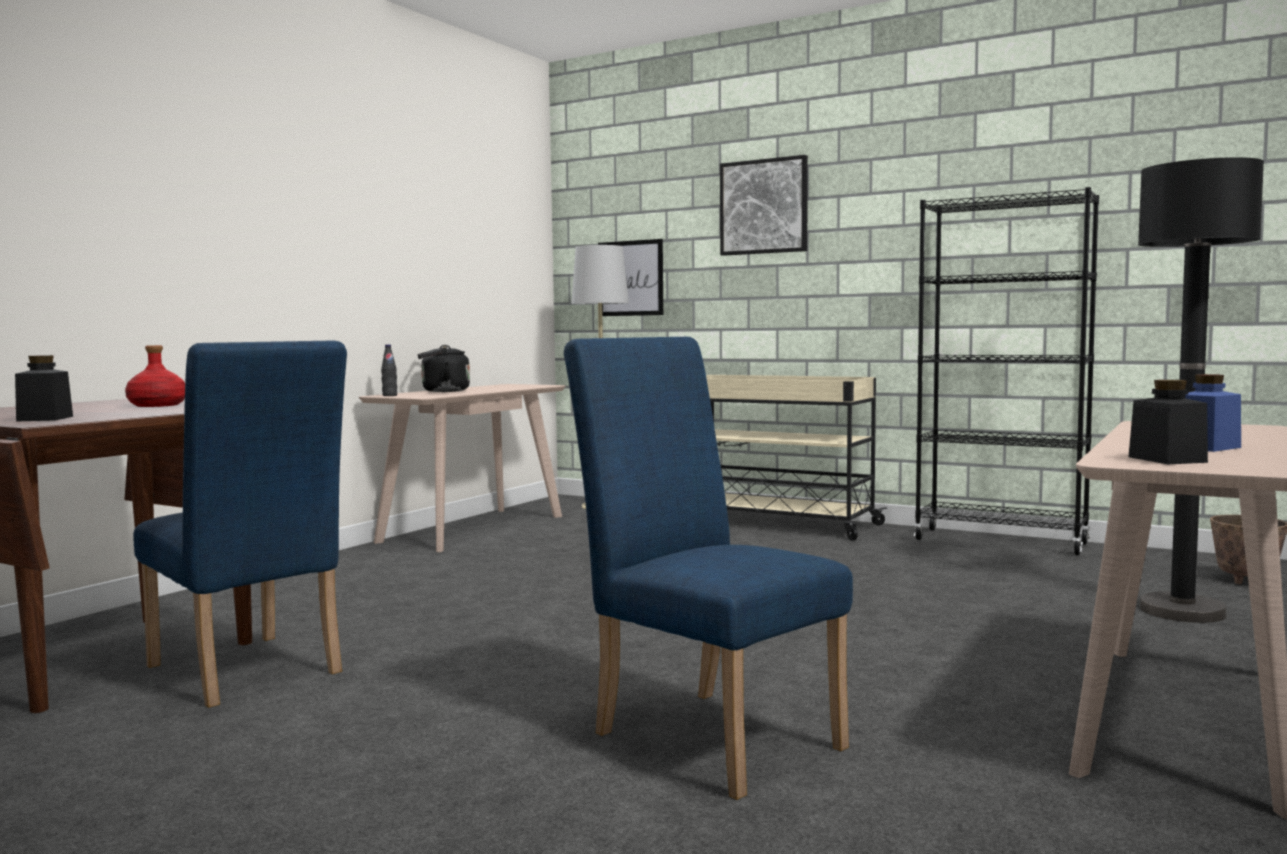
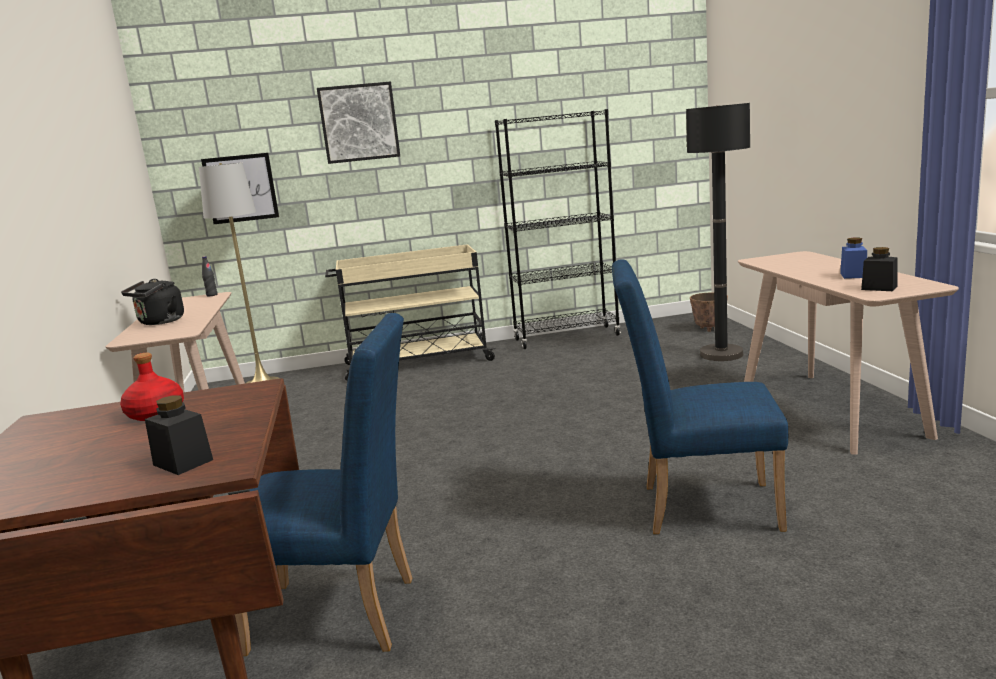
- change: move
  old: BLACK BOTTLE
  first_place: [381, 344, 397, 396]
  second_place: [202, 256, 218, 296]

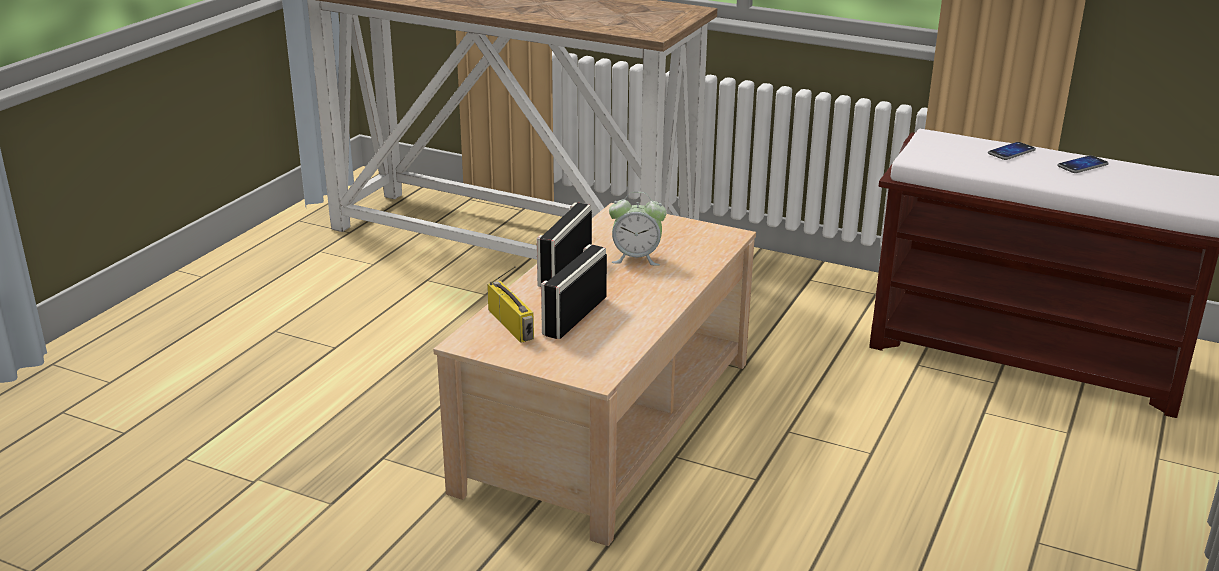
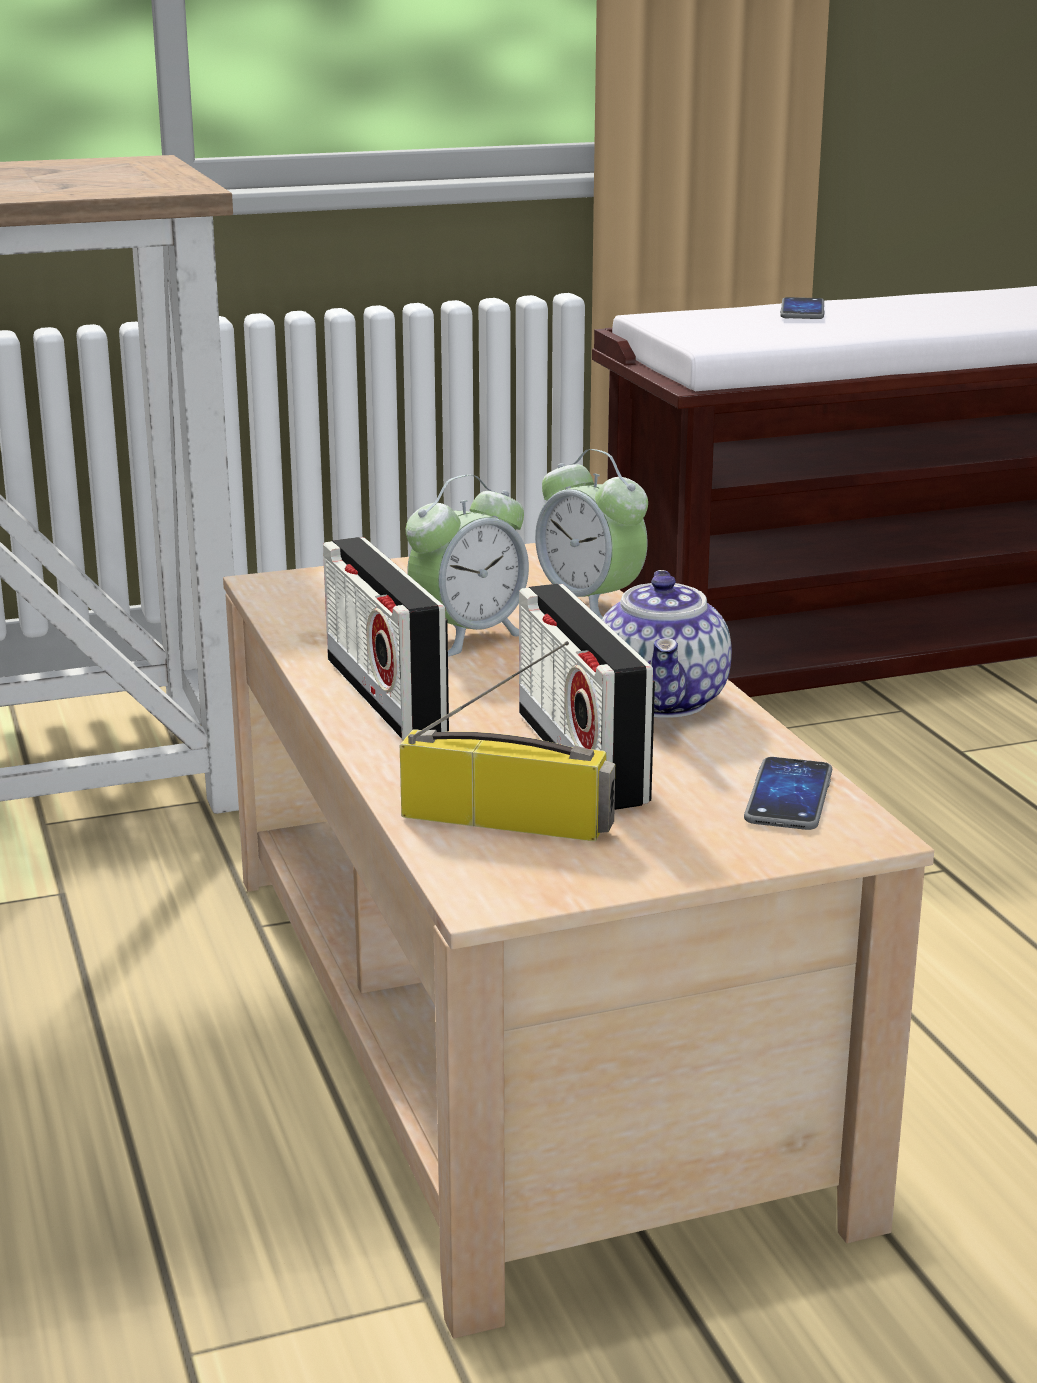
- change: insert
  new: ALARM CLOCK
  second_place: [535, 449, 648, 619]
- change: insert
  new: TEAPOT
  second_place: [602, 570, 732, 718]
- change: move
  old: PHONE
  first_place: [1057, 155, 1109, 173]
  second_place: [744, 757, 832, 830]

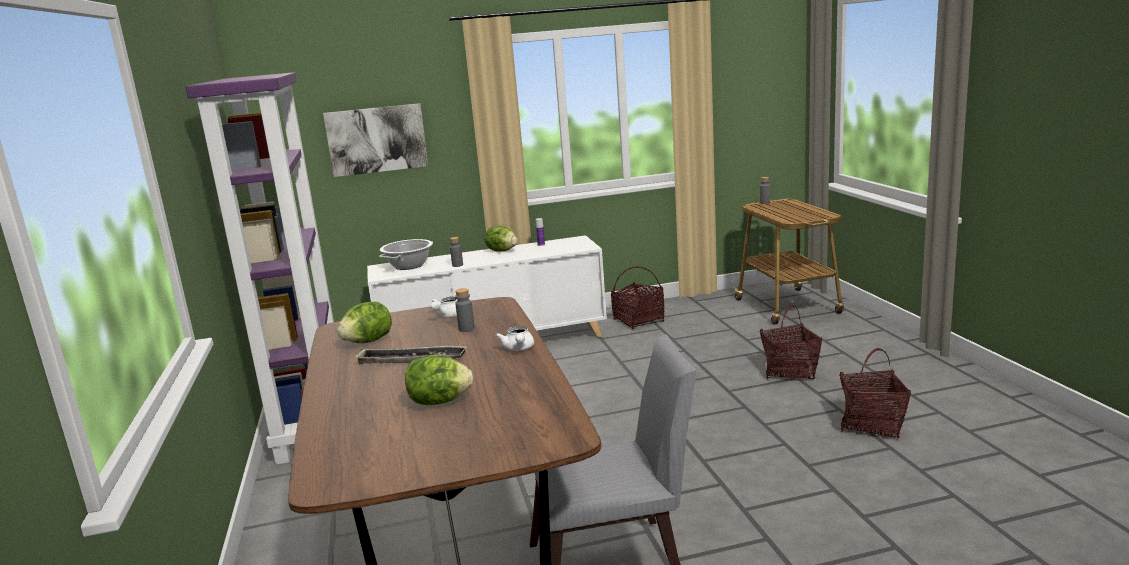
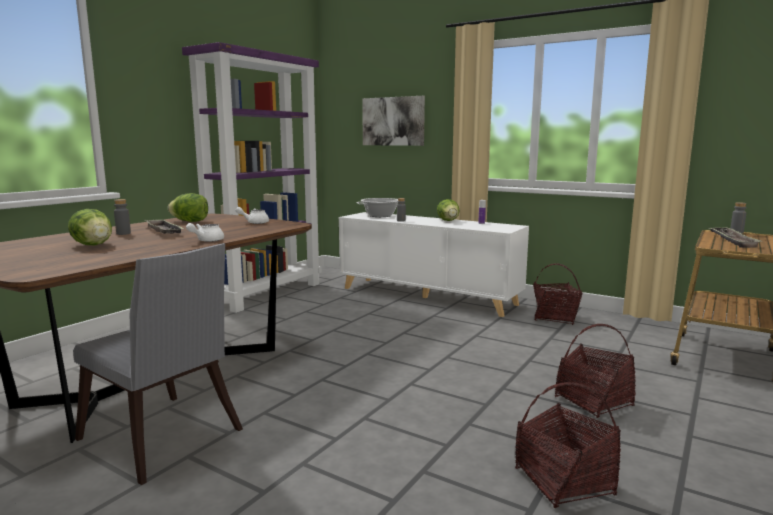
- change: insert
  new: TRAY
  second_place: [710, 227, 763, 248]
- change: move
  old: GREY BOTTLE
  first_place: [455, 288, 475, 332]
  second_place: [114, 199, 131, 235]

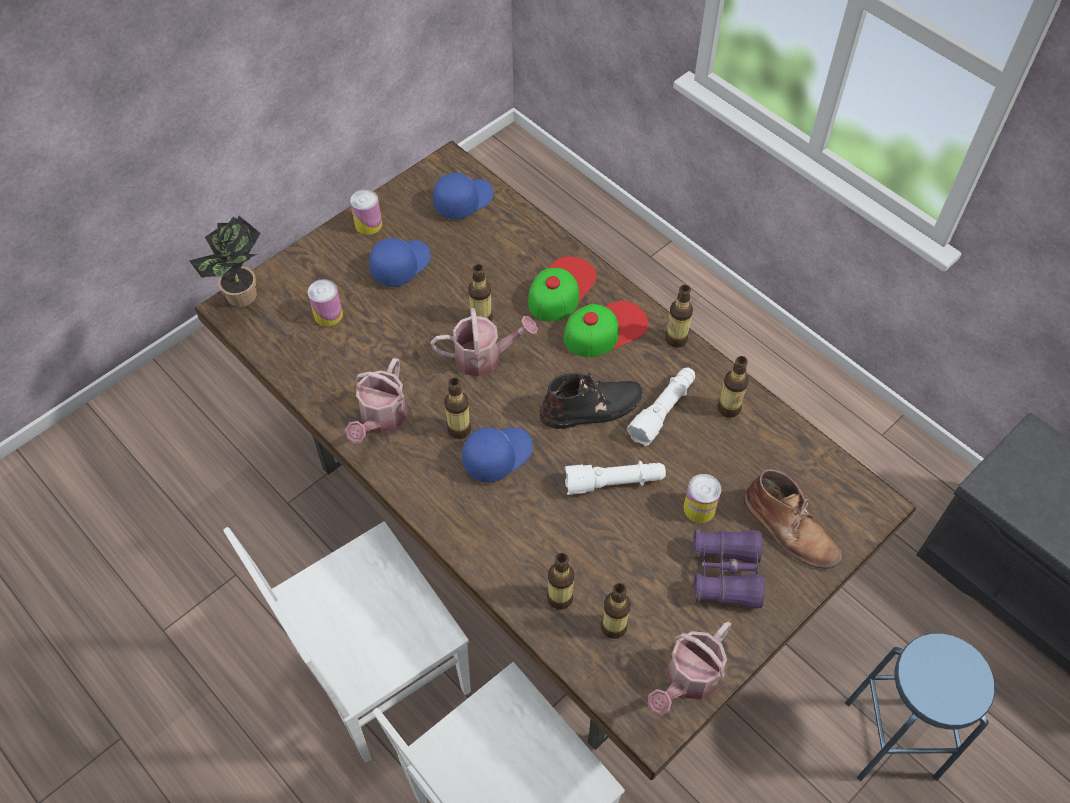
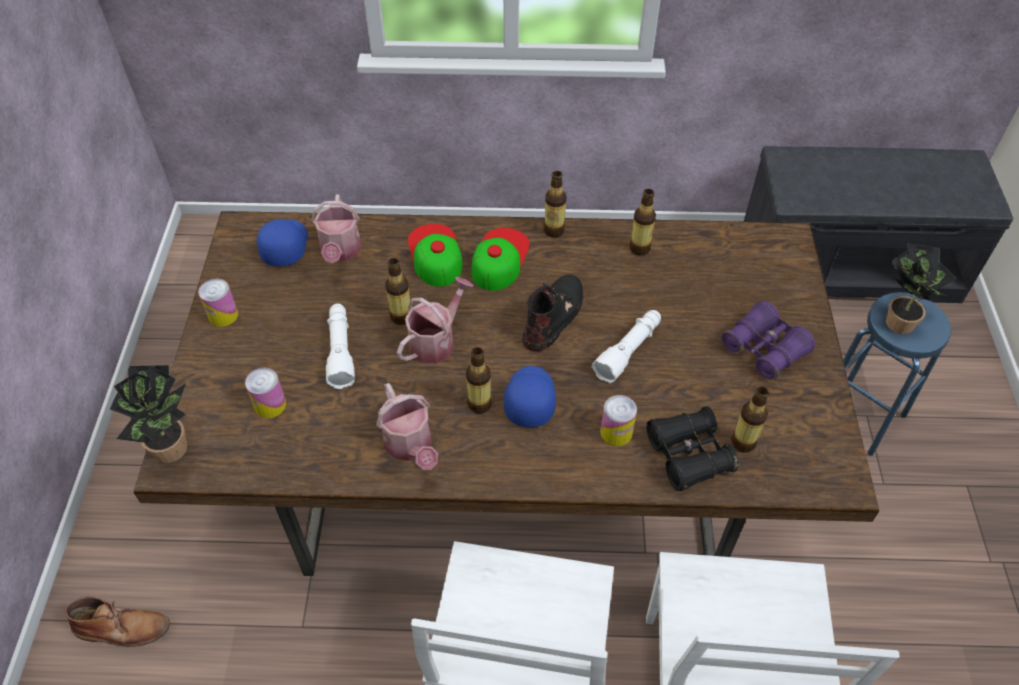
- change: delete
  old: BLUE CAP
  first_place: [369, 238, 431, 287]
- change: insert
  new: POTTED PLANT
  second_place: [886, 243, 956, 334]
- change: move
  old: WHITE FLASHLIGHT
  first_place: [627, 368, 695, 446]
  second_place: [326, 304, 355, 389]
- change: move
  old: WATERING CAN
  first_place: [648, 621, 731, 715]
  second_place: [311, 195, 362, 263]
- change: move
  old: CAN
  first_place: [683, 474, 721, 523]
  second_place: [600, 395, 637, 446]
- change: move
  old: BROWN BOOT
  first_place: [743, 469, 842, 569]
  second_place: [65, 596, 170, 647]
- change: replace
  old: BOTTLE
  new: BLACK BINOCULARS
  first_place: [547, 553, 574, 610]
  second_place: [646, 406, 739, 491]

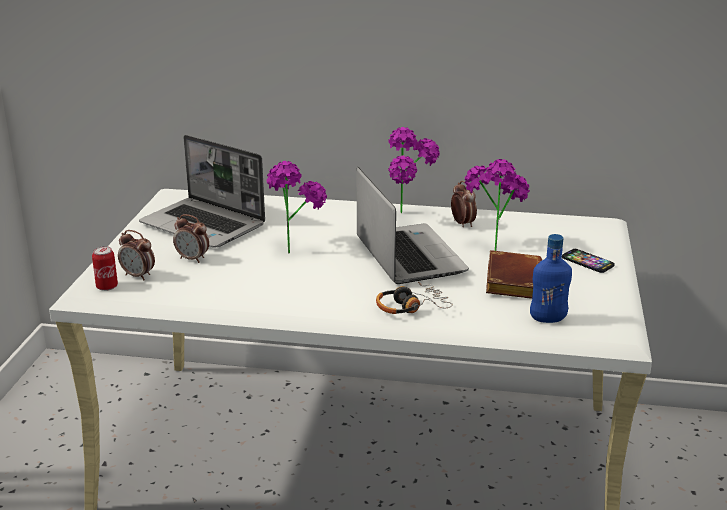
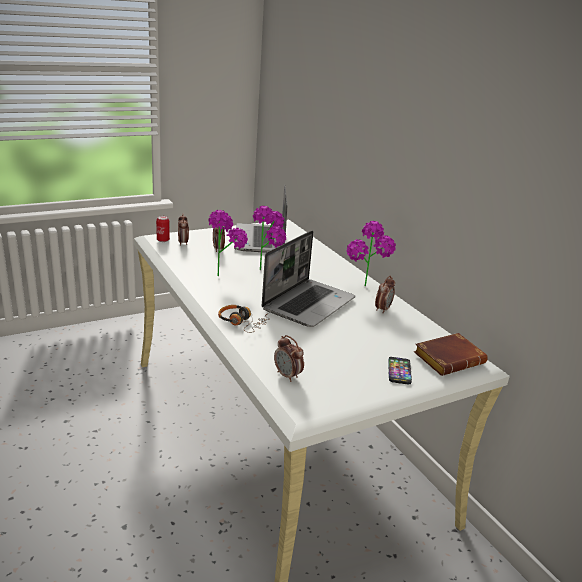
- change: move
  old: POTTED PLANT
  first_place: [465, 159, 530, 251]
  second_place: [208, 210, 248, 276]
- change: move
  old: BROWN BOOK
  first_place: [486, 250, 542, 299]
  second_place: [414, 333, 488, 376]
- change: replace
  old: BLUE BOTTLE
  new: ALARM CLOCK
  first_place: [530, 234, 572, 323]
  second_place: [274, 335, 304, 382]

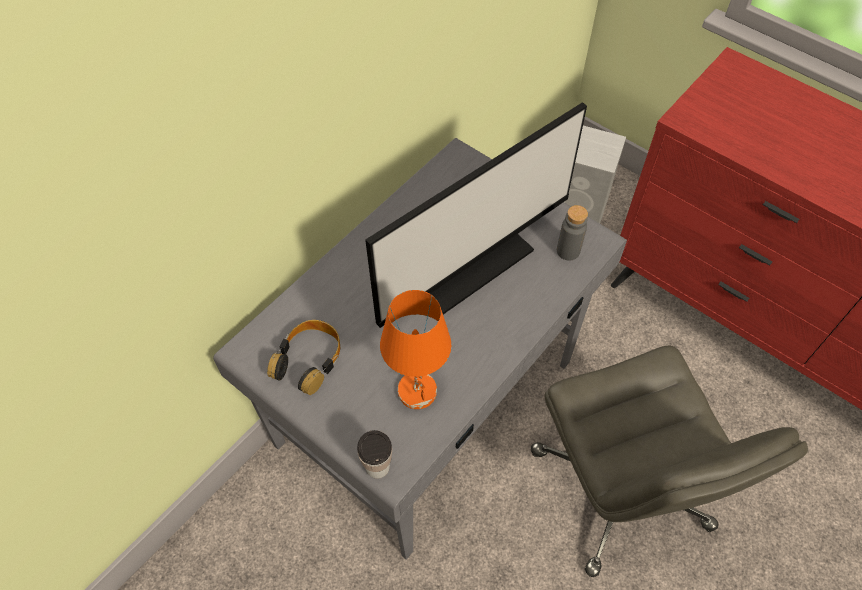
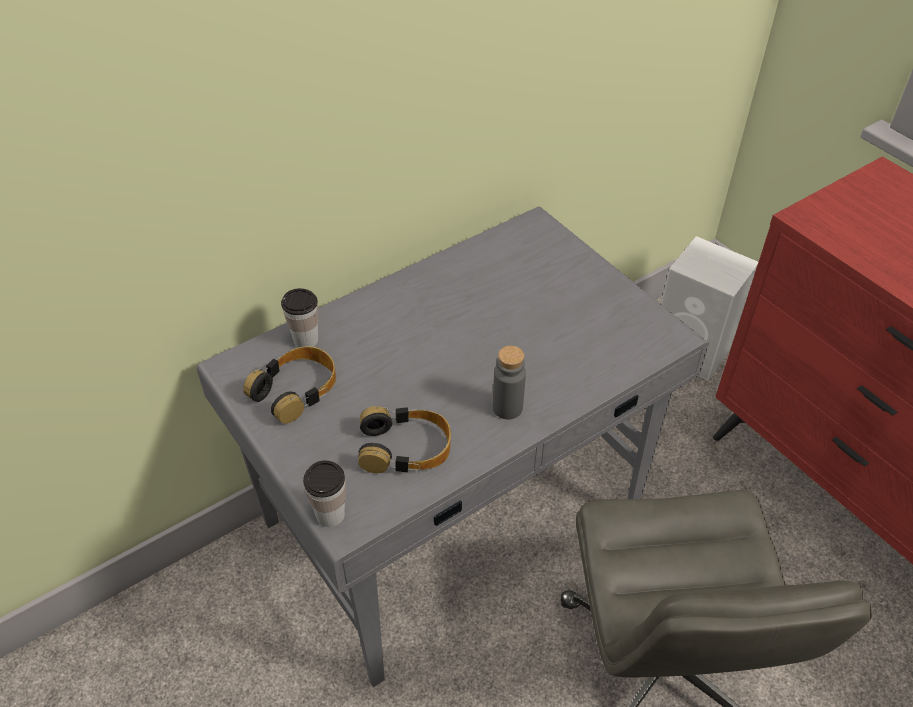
- change: delete
  old: MONITOR
  first_place: [365, 102, 587, 328]
- change: insert
  new: CUP
  second_place: [281, 288, 319, 348]
- change: move
  old: GREY BOTTLE
  first_place: [557, 205, 588, 261]
  second_place: [493, 346, 526, 419]
- change: replace
  old: ORANGE TABLE LAMP
  new: HEADPHONES
  first_place: [380, 290, 451, 409]
  second_place: [358, 406, 451, 473]

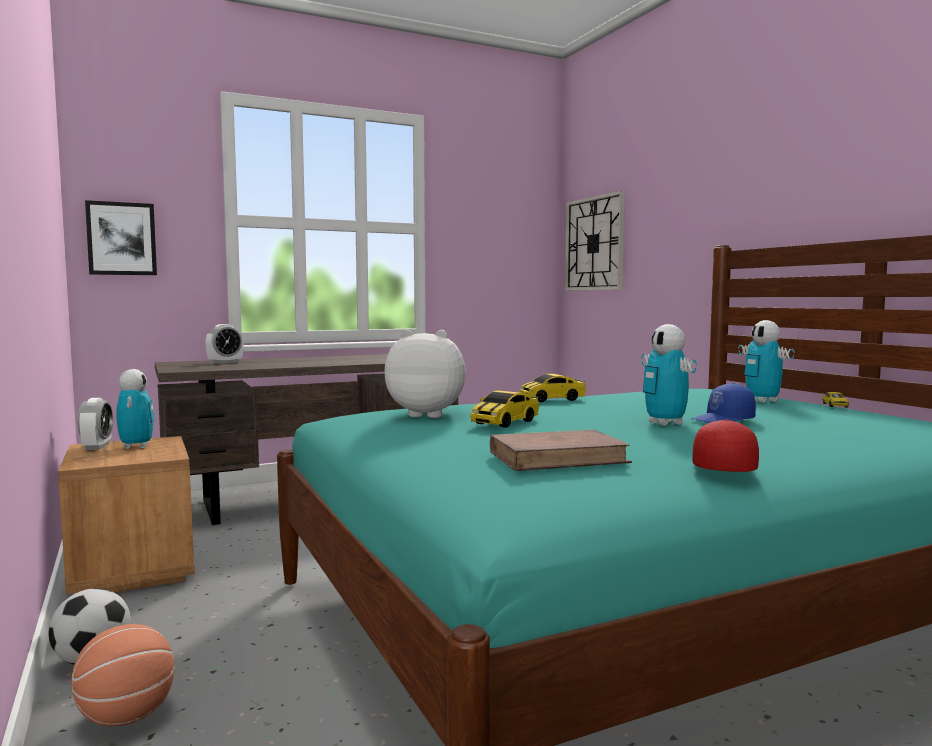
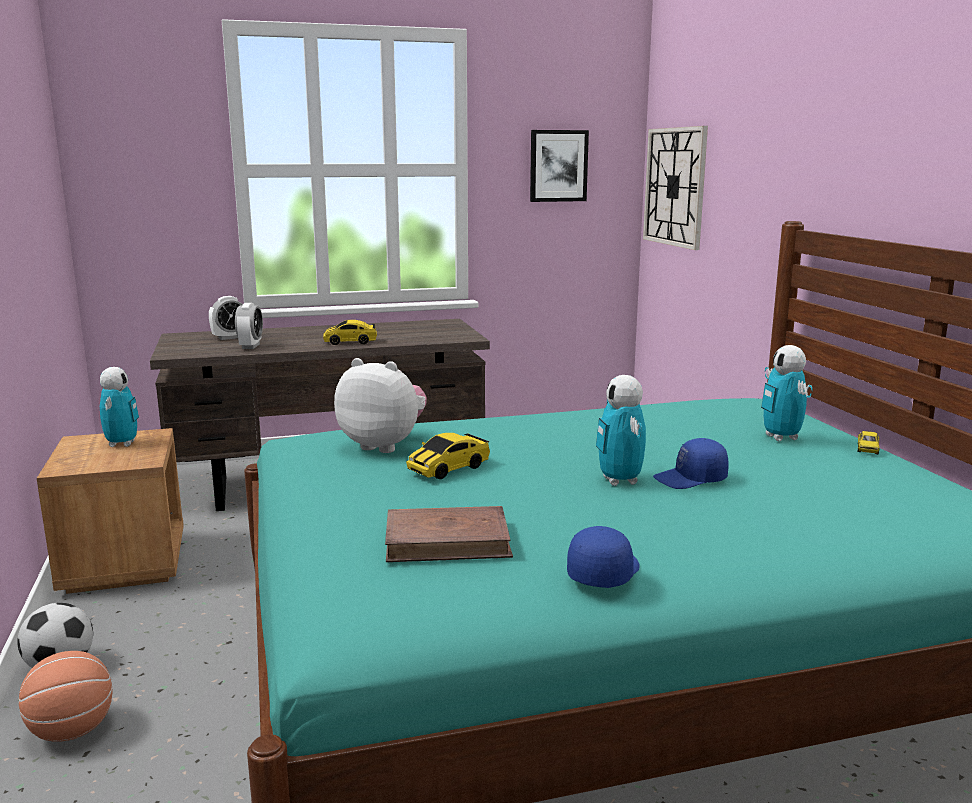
- change: move
  old: ALARM CLOCK
  first_place: [77, 398, 113, 450]
  second_place: [235, 303, 263, 349]
- change: move
  old: PICTURE
  first_place: [85, 200, 157, 275]
  second_place: [530, 130, 589, 202]
- change: move
  old: TOY CAR
  first_place: [519, 374, 586, 402]
  second_place: [323, 320, 377, 345]
- change: recolor
  old: RED CAP
  new: BLUE CAP
  first_place: [692, 420, 759, 472]
  second_place: [567, 526, 640, 588]

